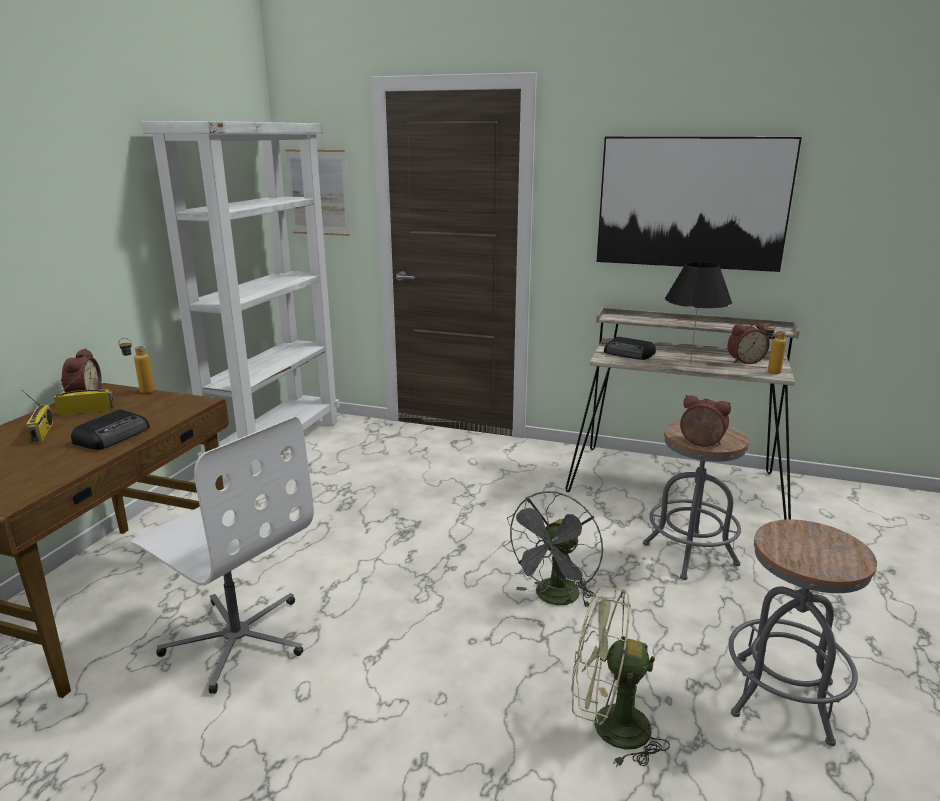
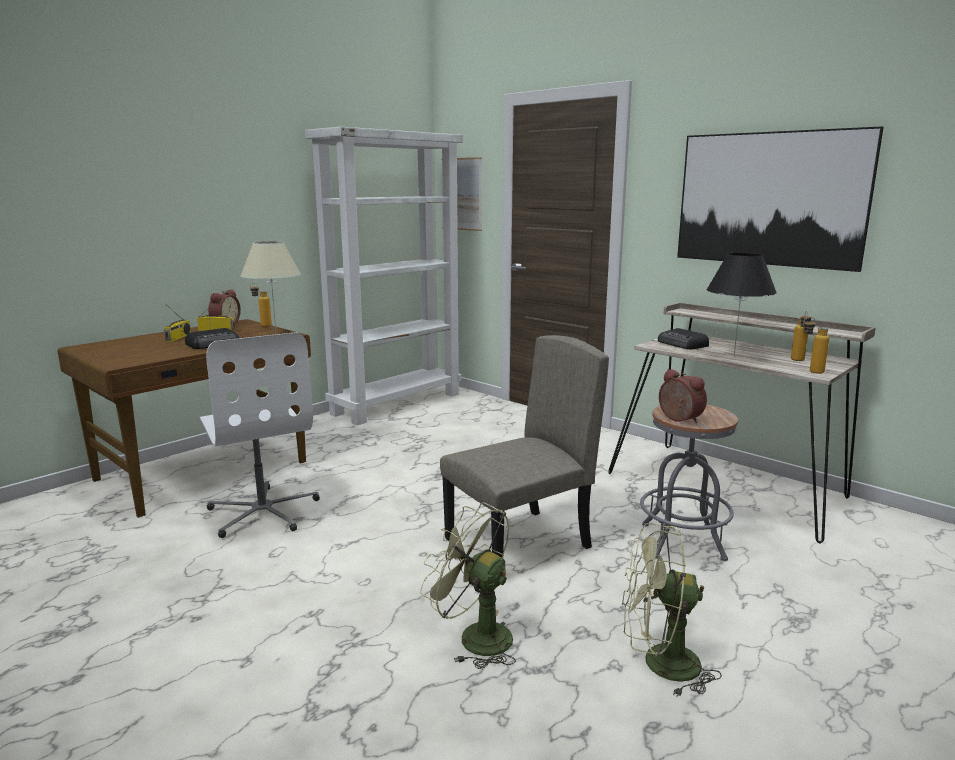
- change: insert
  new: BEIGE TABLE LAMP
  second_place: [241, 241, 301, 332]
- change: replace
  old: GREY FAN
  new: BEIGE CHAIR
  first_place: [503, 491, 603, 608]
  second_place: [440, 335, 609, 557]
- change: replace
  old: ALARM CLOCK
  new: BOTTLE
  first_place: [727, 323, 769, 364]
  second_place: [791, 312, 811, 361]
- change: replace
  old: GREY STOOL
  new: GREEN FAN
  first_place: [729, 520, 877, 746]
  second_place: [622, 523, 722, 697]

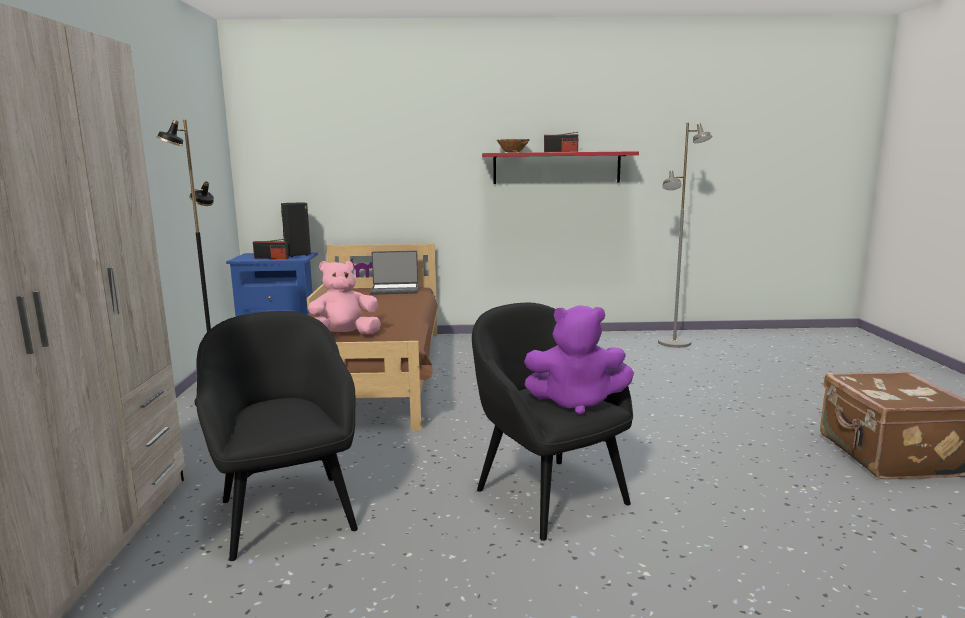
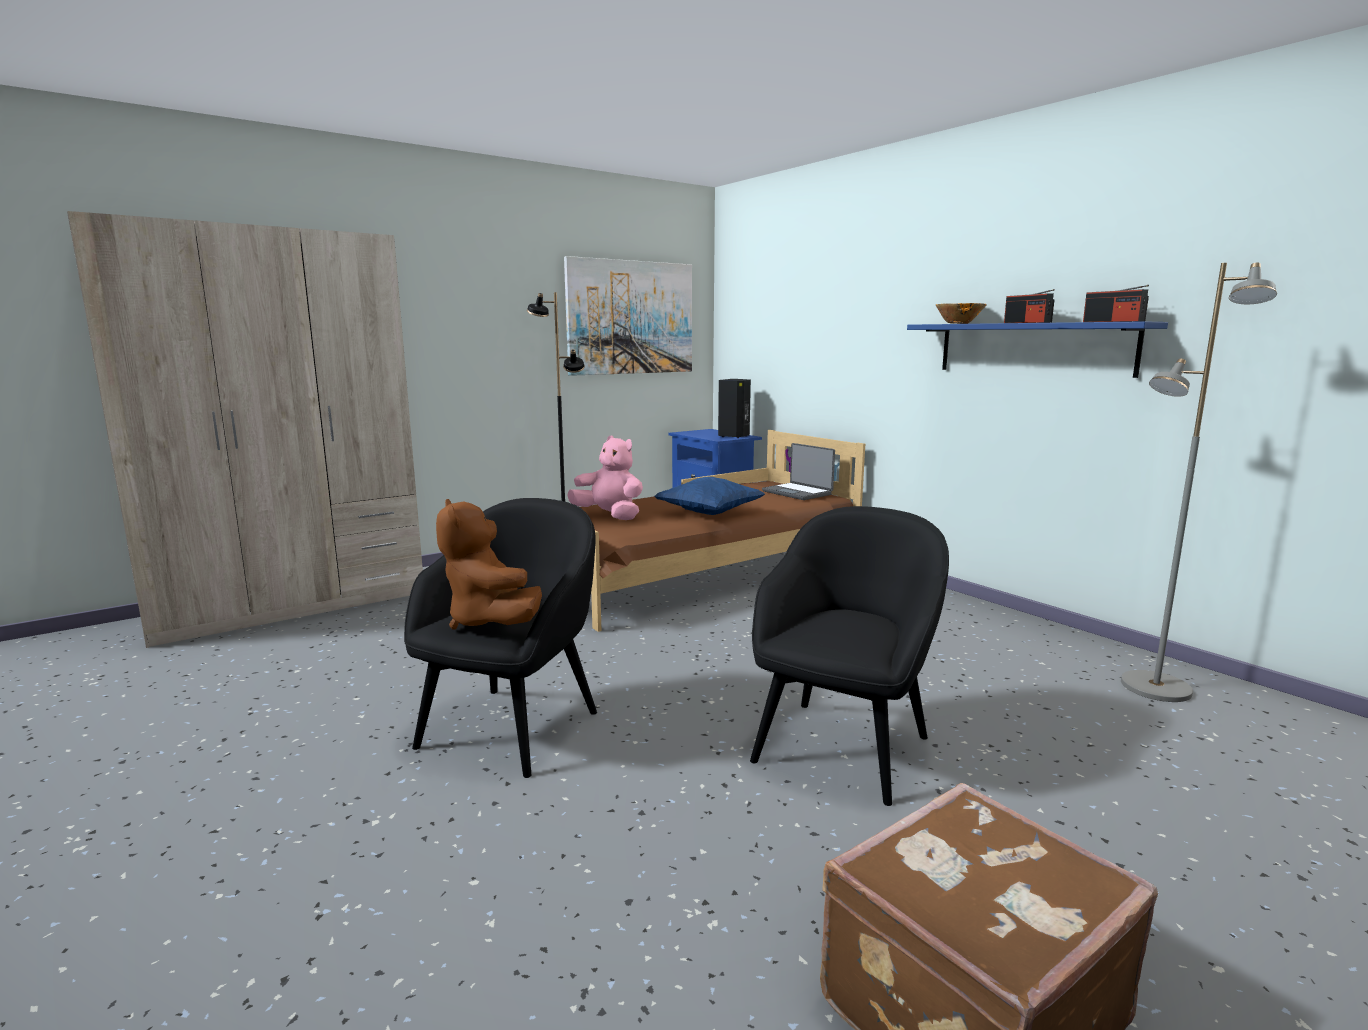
- change: insert
  new: PICTURE
  second_place: [564, 256, 692, 376]
- change: insert
  new: BLUE PILLOW
  second_place: [654, 477, 765, 515]
- change: move
  old: BLACK ARMCHAIR
  first_place: [196, 311, 358, 561]
  second_place: [750, 506, 949, 806]
- change: move
  old: RADIO
  first_place: [253, 239, 289, 259]
  second_place: [1083, 285, 1149, 322]
- change: recolor
  old: RED SHELF
  new: BLUE SHELF
  first_place: [482, 151, 639, 184]
  second_place: [907, 321, 1168, 378]
- change: recolor
  old: PURPLE PLUSH TOY
  new: BROWN PLUSH TOY
  first_place: [524, 305, 634, 415]
  second_place: [436, 499, 542, 630]

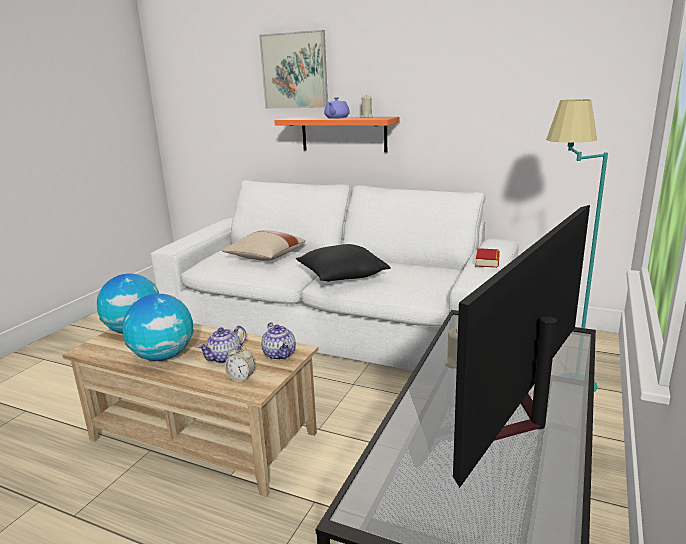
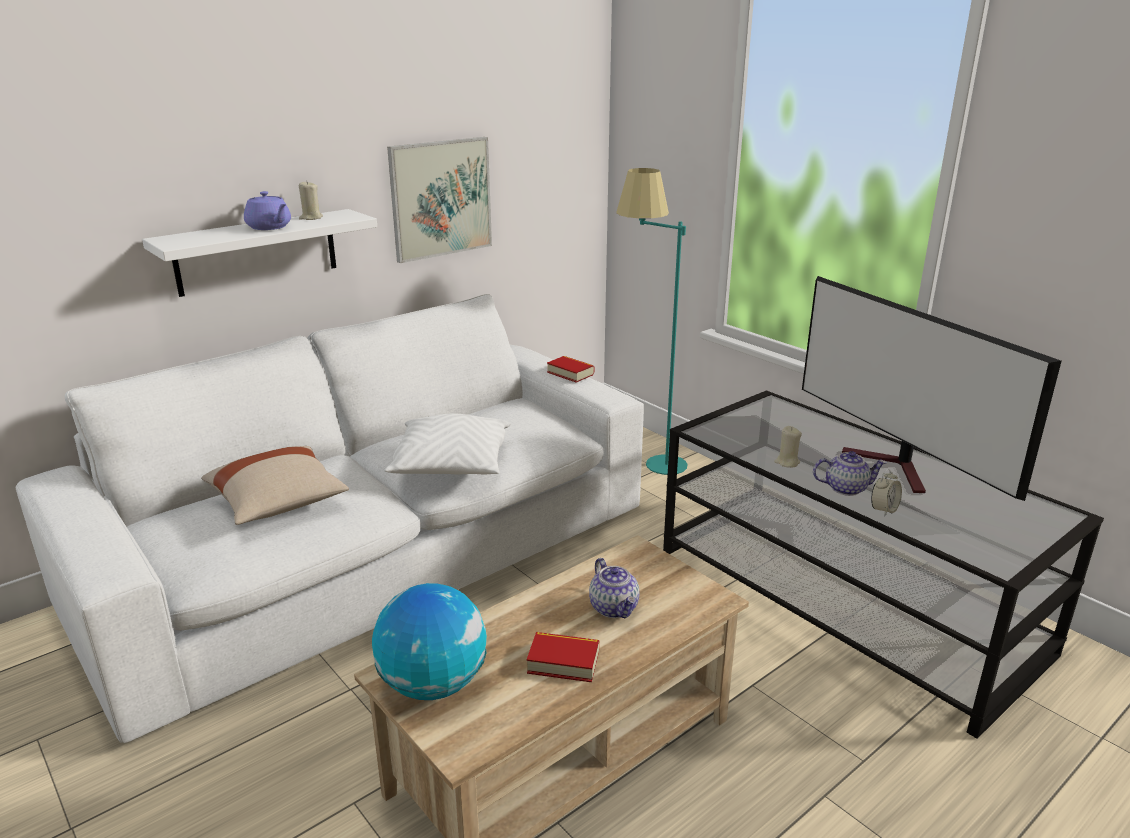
- change: move
  old: ALARM CLOCK
  first_place: [224, 345, 255, 382]
  second_place: [871, 469, 902, 517]
- change: move
  old: PICTURE
  first_place: [259, 30, 328, 108]
  second_place: [387, 137, 492, 263]
- change: move
  old: TEAPOT
  first_place: [261, 322, 296, 360]
  second_place: [813, 451, 887, 496]
- change: replace
  old: GLOBE
  new: BOOK
  first_place: [122, 294, 194, 361]
  second_place: [527, 632, 599, 682]
- change: recolor
  old: ORANGE SHELF
  new: WHITE SHELF
  first_place: [274, 117, 400, 152]
  second_place: [142, 209, 377, 297]
- change: recolor
  old: BLACK PILLOW
  new: WHITE PILLOW
  first_place: [296, 244, 391, 282]
  second_place: [384, 413, 511, 474]

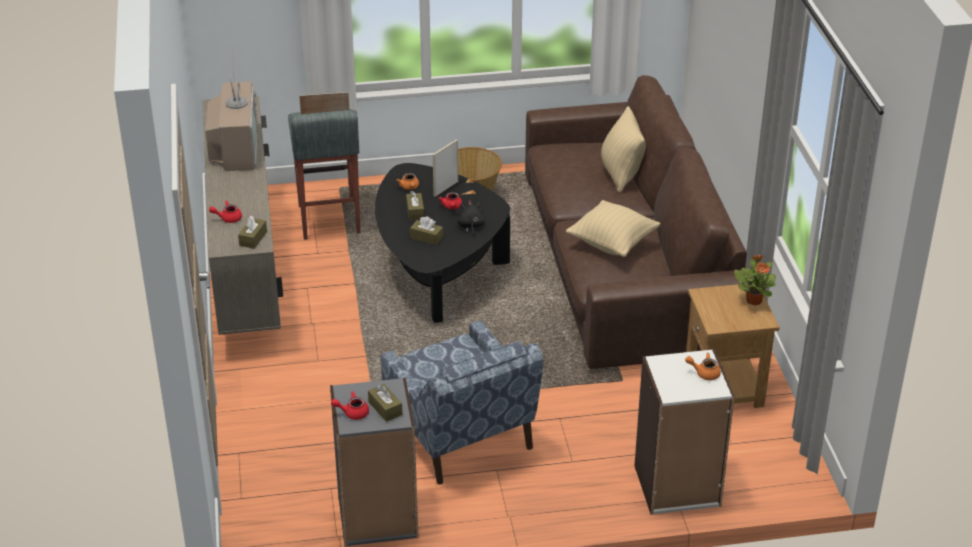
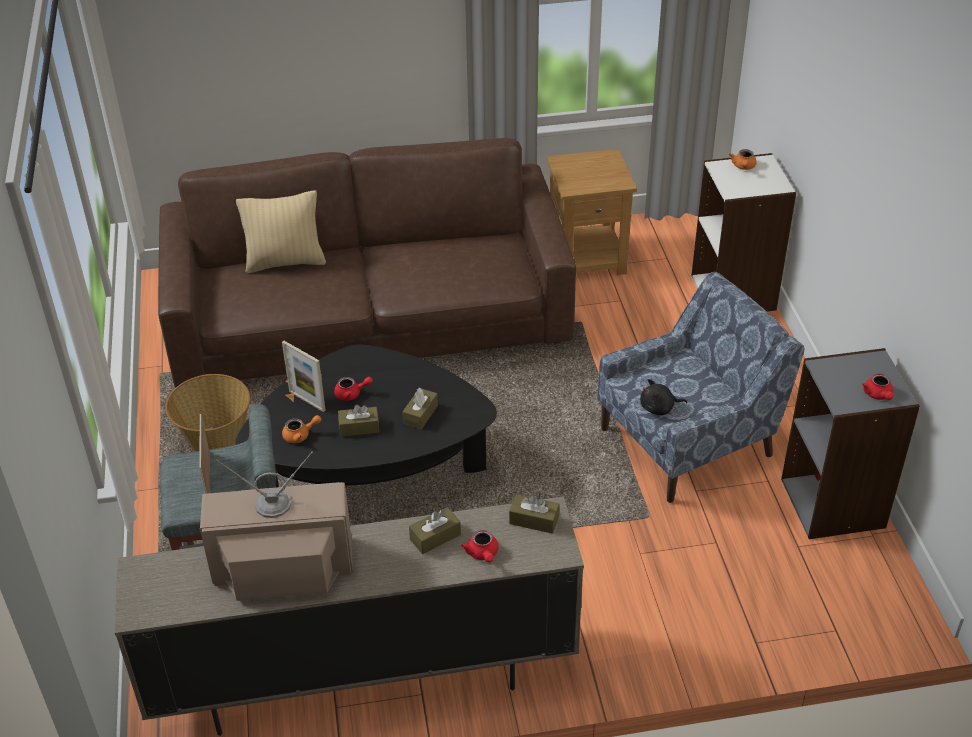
- change: delete
  old: BEIGE PILLOW
  first_place: [566, 200, 661, 257]
- change: delete
  old: POTTED PLANT
  first_place: [734, 255, 776, 305]
- change: move
  old: BROWN TISSUE BOX
  first_place: [368, 384, 403, 422]
  second_place: [409, 507, 461, 554]
- change: move
  old: BLACK PLUSH TOY
  first_place: [457, 200, 485, 237]
  second_place: [640, 379, 688, 415]

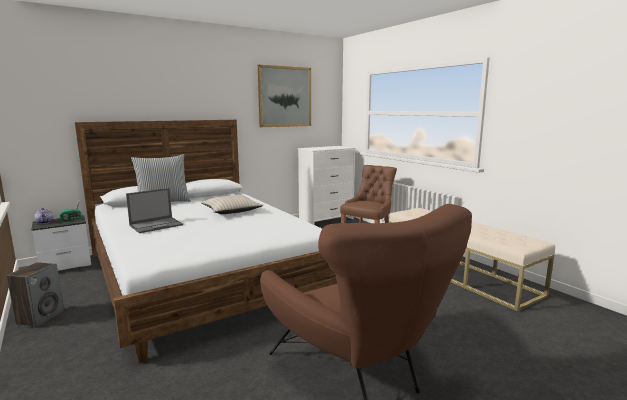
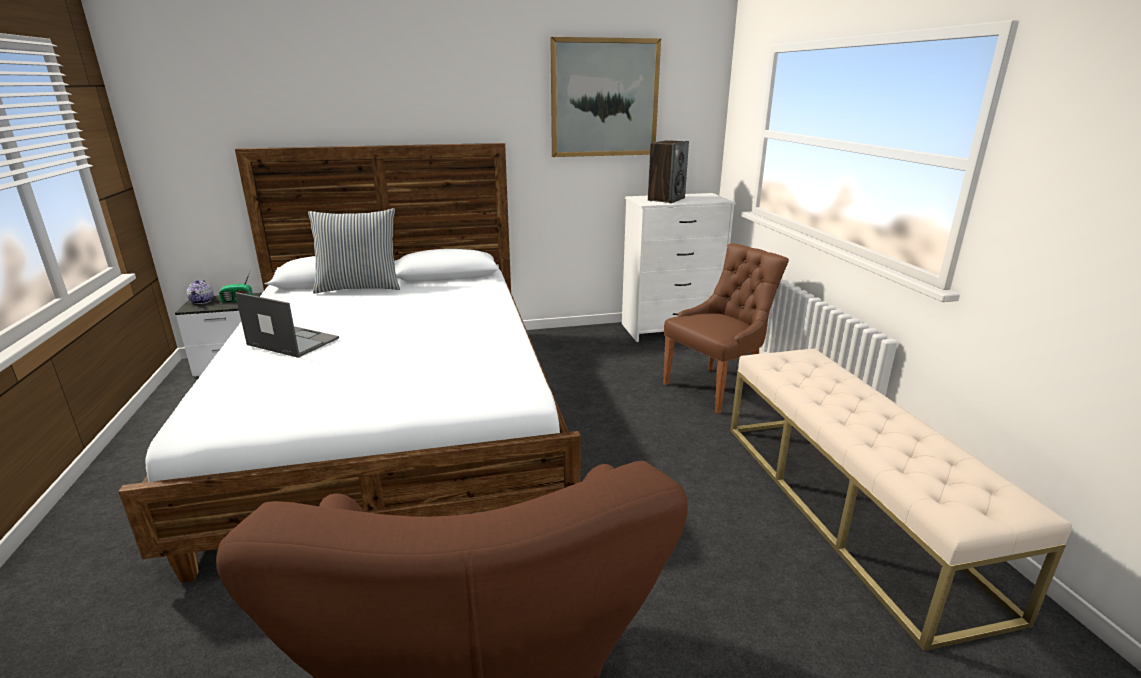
- change: delete
  old: BEIGE PILLOW
  first_place: [201, 195, 263, 214]
- change: move
  old: SPEAKER
  first_place: [7, 262, 64, 328]
  second_place: [648, 140, 689, 203]
- change: rotate
  old: LAPTOP
  first_place: [126, 188, 183, 233]
  second_place: [235, 292, 339, 358]
  degrees: -135

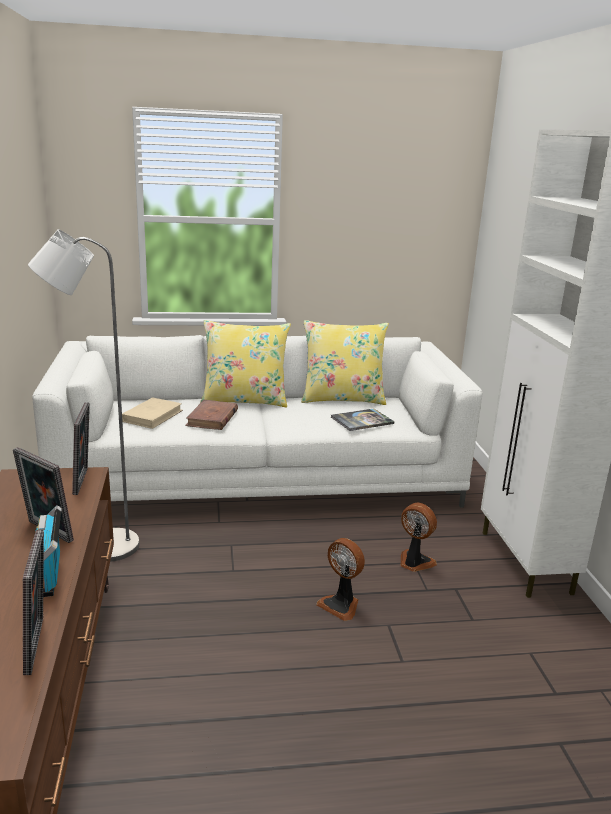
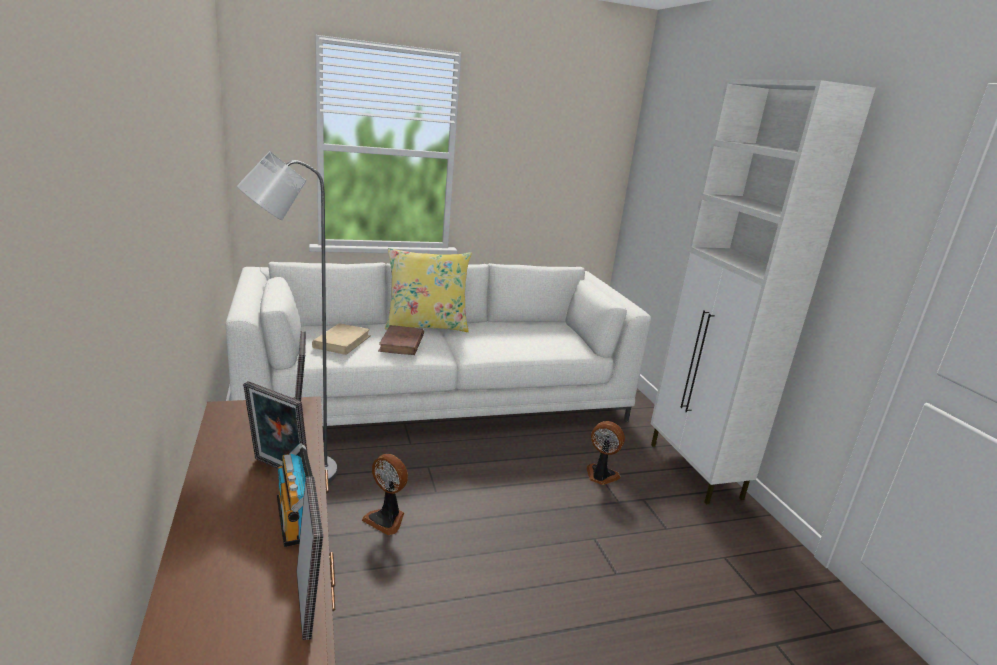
- change: delete
  old: YELLOW PILLOW
  first_place: [301, 320, 389, 405]
- change: delete
  old: BOOK
  first_place: [331, 409, 395, 431]
- change: move
  old: FAN
  first_place: [316, 538, 365, 621]
  second_place: [362, 454, 408, 535]

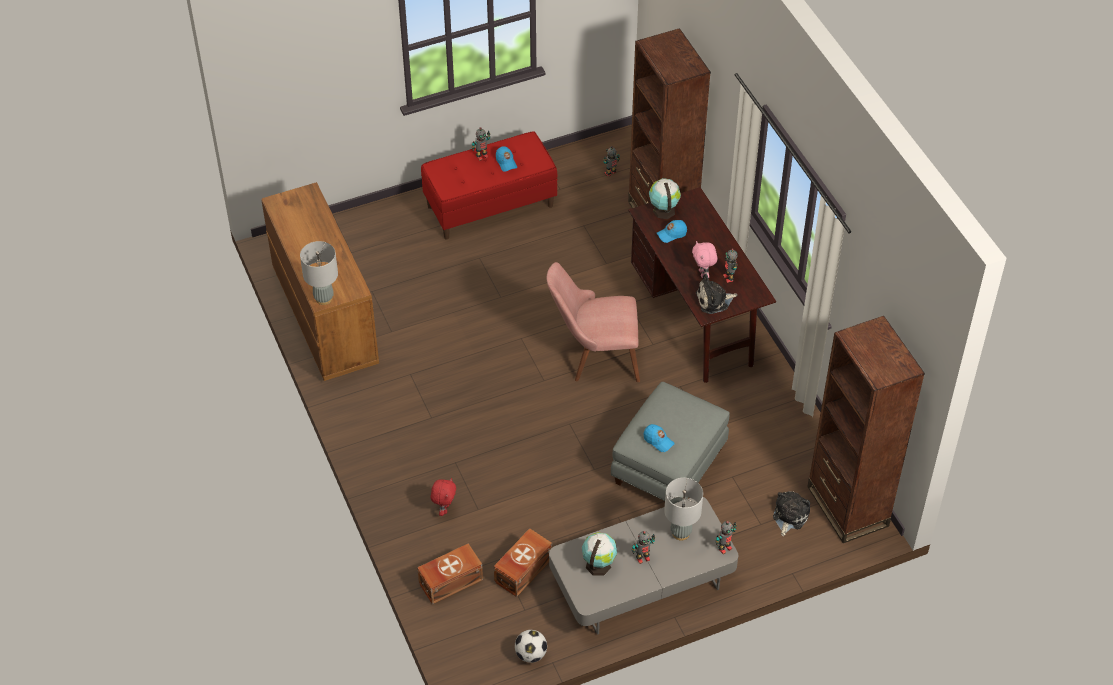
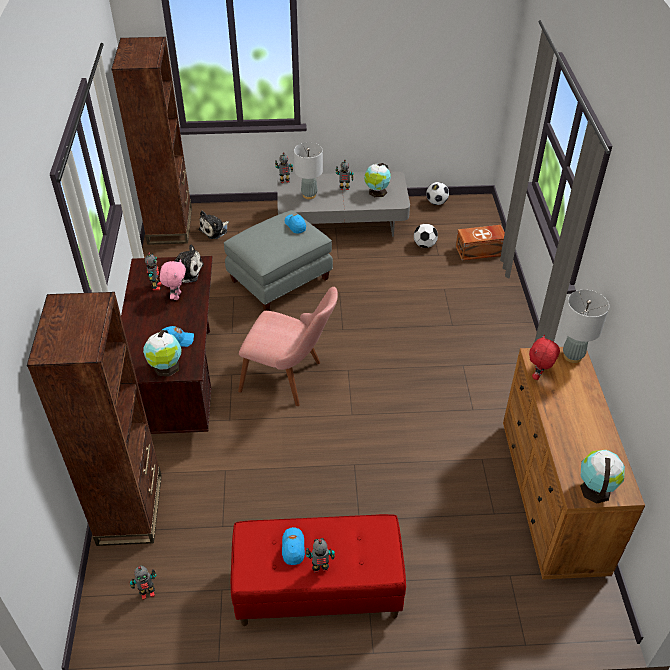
- change: insert
  new: GLOBE
  second_place: [580, 450, 625, 504]
- change: move
  old: RED PLUSH TOY
  first_place: [431, 478, 456, 516]
  second_place: [529, 335, 560, 380]
- change: replace
  old: BROWN STORAGE BOX
  new: FOOTBALL
  first_place: [494, 529, 552, 597]
  second_place: [414, 224, 438, 248]

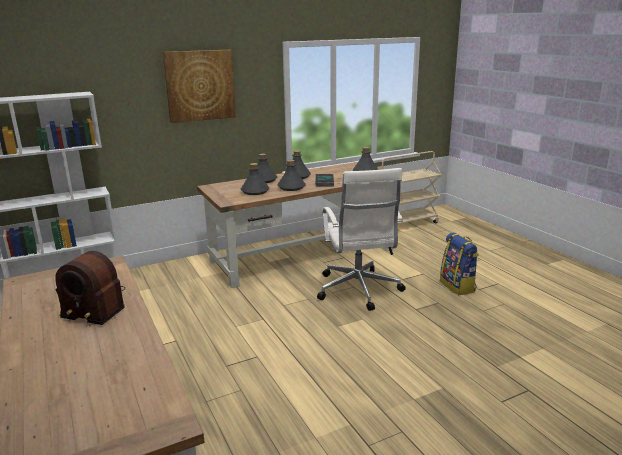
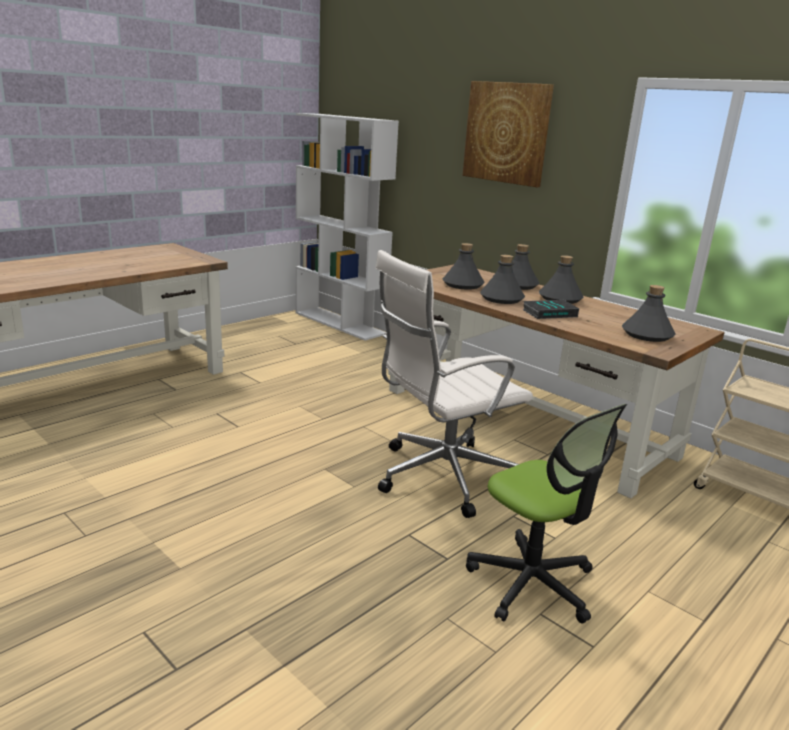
- change: delete
  old: RADIO
  first_place: [55, 251, 125, 325]
- change: replace
  old: BACKPACK
  new: OFFICE CHAIR
  first_place: [440, 233, 479, 295]
  second_place: [466, 404, 627, 623]

